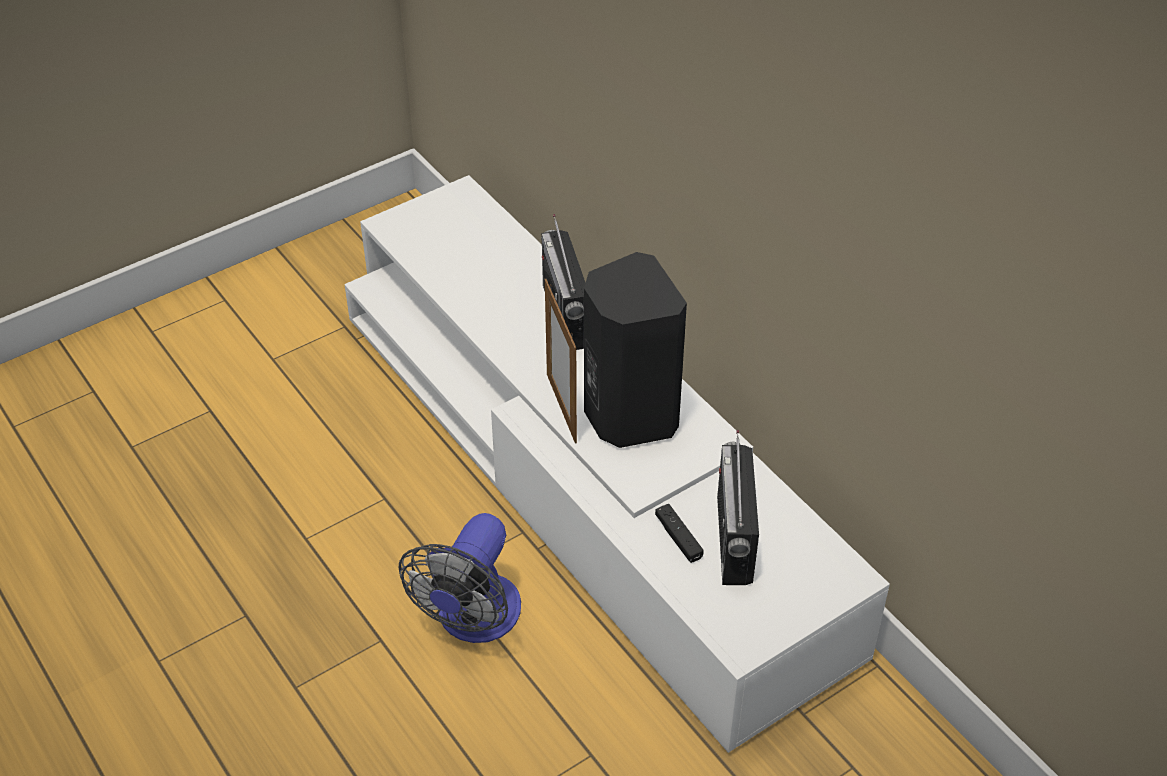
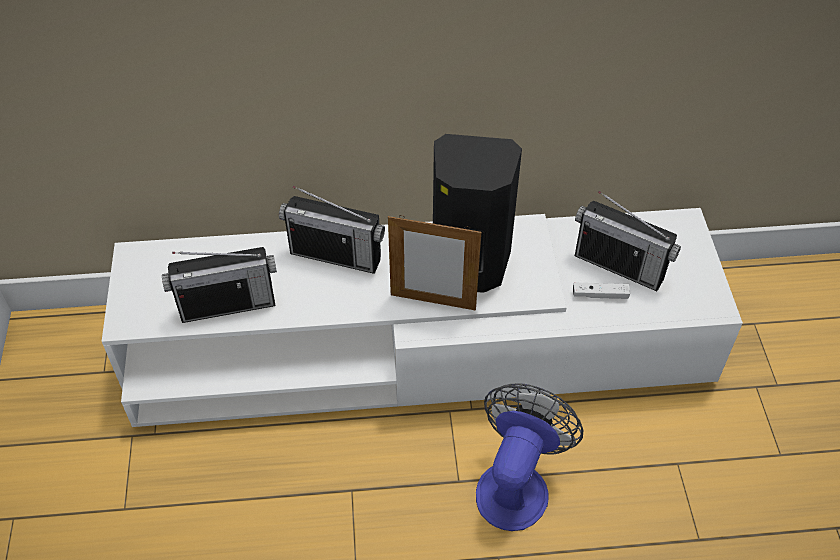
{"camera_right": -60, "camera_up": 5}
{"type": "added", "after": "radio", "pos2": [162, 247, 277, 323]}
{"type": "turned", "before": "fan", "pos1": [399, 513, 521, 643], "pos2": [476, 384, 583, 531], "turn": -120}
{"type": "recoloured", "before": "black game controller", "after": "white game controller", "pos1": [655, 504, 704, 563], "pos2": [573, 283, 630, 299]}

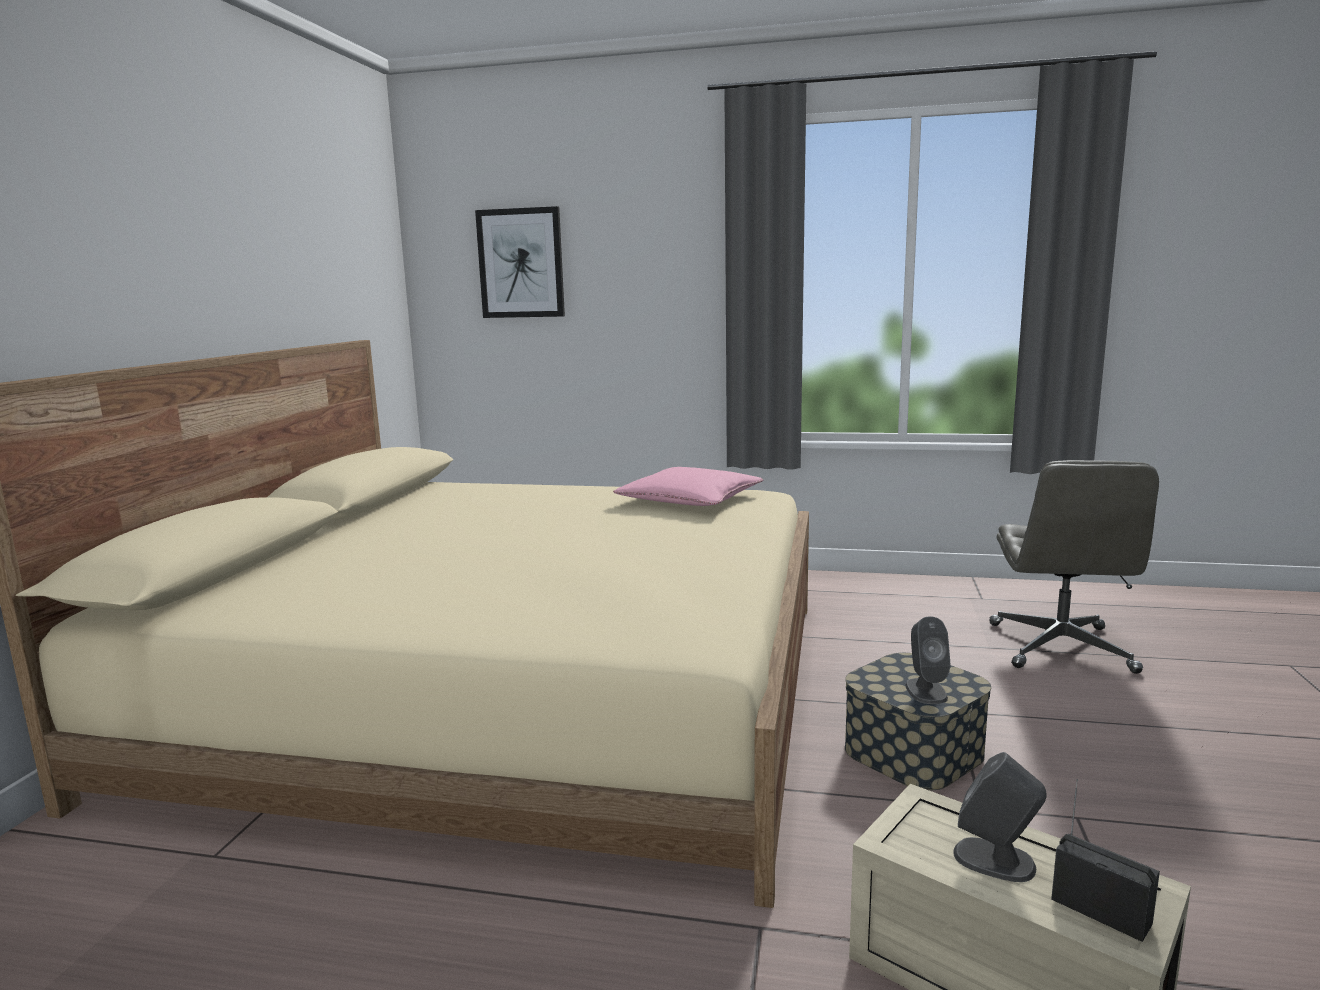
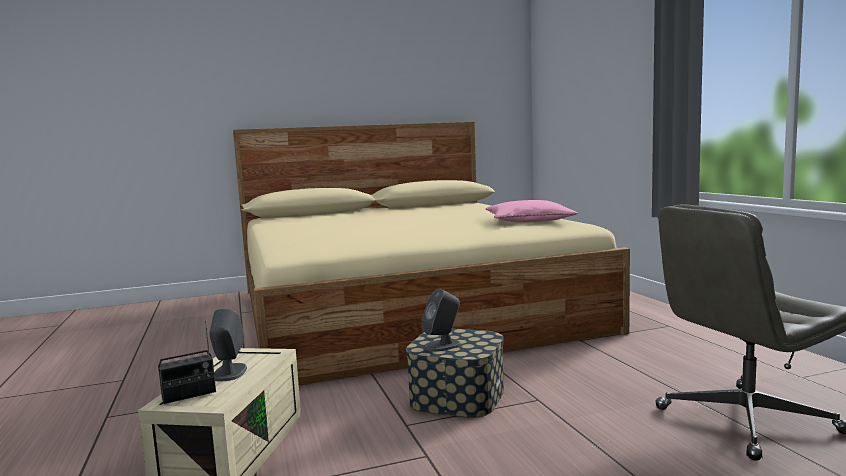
{"camera_right": 60, "camera_up": -5}
{"type": "turned", "before": "radio", "pos1": [1051, 779, 1160, 942], "pos2": [158, 321, 216, 404], "turn": 45}
{"type": "removed", "before": "picture", "pos1": [475, 206, 565, 318]}

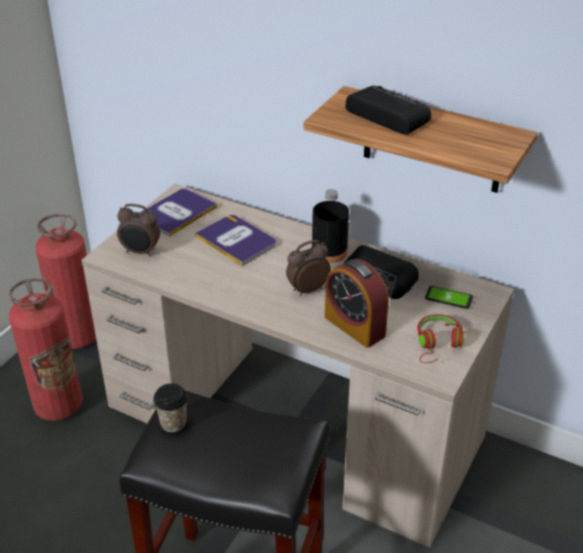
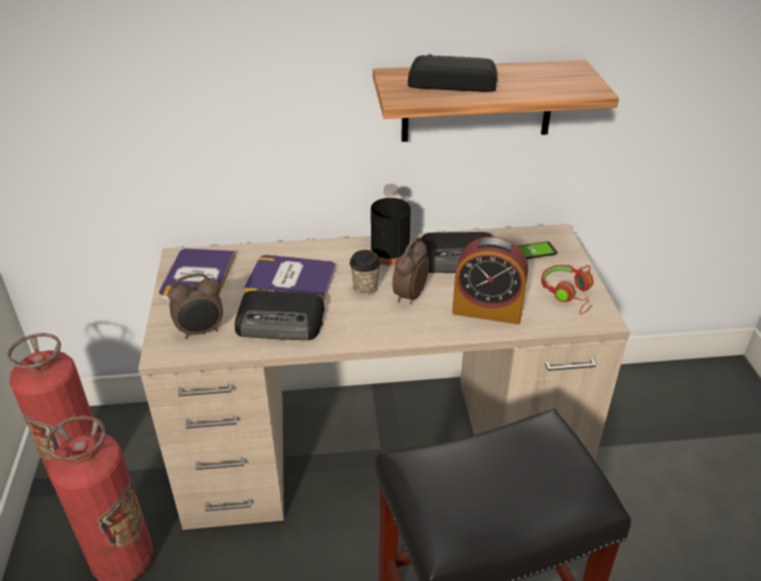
{"camera_right": -35, "camera_up": 0}
{"type": "added", "after": "radio", "pos2": [235, 290, 325, 340]}
{"type": "moved", "before": "cup", "pos1": [153, 383, 188, 432], "pos2": [350, 250, 381, 296]}

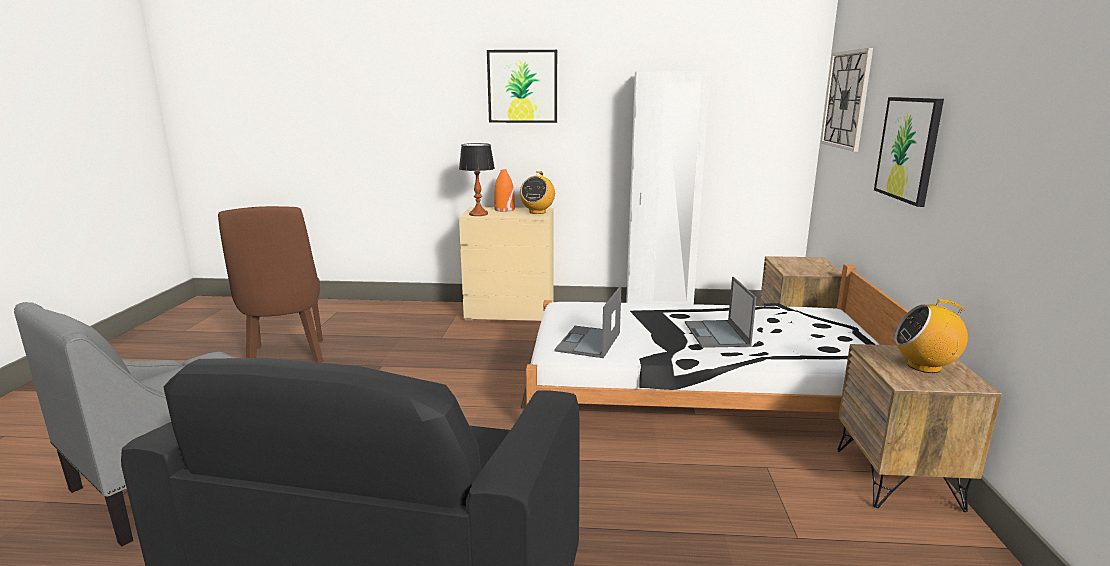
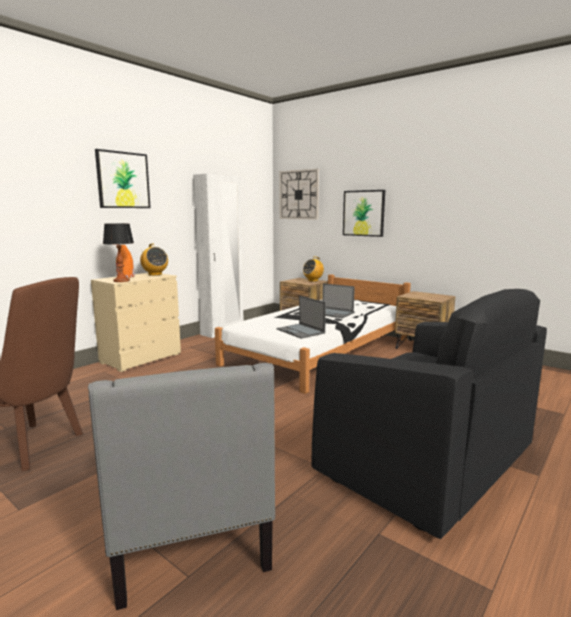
{"camera_right": -55, "camera_up": -5}
{"type": "moved", "before": "radio", "pos1": [894, 299, 968, 373], "pos2": [303, 257, 324, 282]}

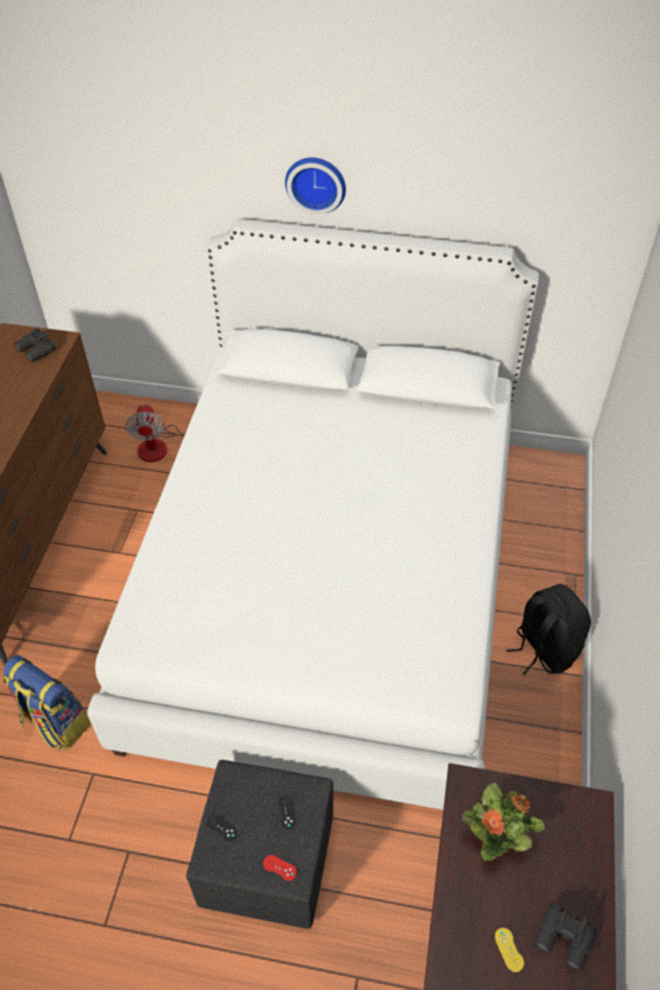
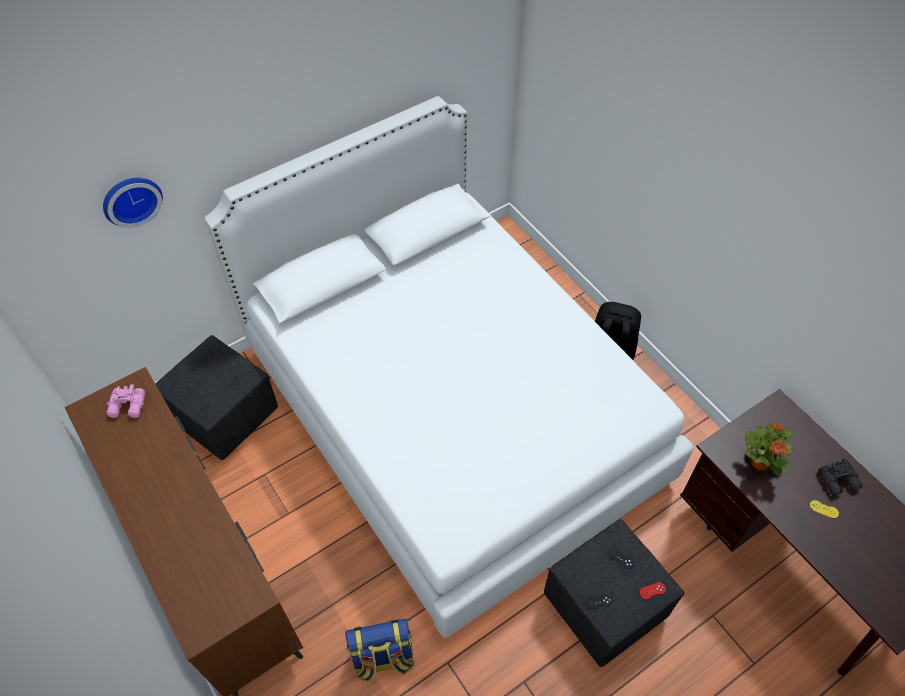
{"camera_right": -45, "camera_up": 5}
{"type": "moved", "before": "wall clock", "pos1": [285, 158, 346, 214], "pos2": [103, 178, 163, 228]}
{"type": "recoloured", "before": "black binoculars", "after": "pink binoculars", "pos1": [14, 328, 56, 362], "pos2": [106, 384, 145, 418]}
{"type": "replaced", "before": "fan", "after": "black ottoman", "pos1": [125, 394, 201, 462], "pos2": [155, 335, 278, 460]}

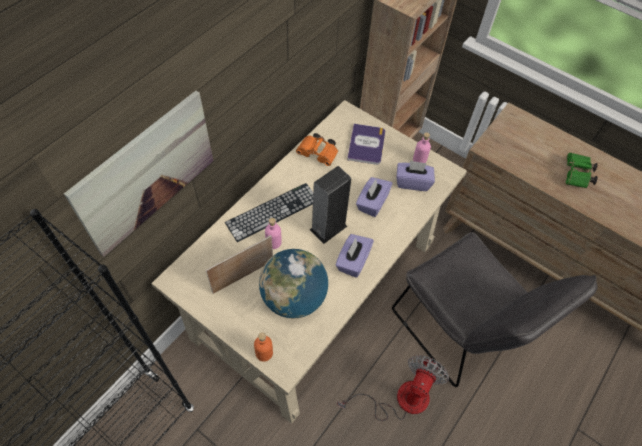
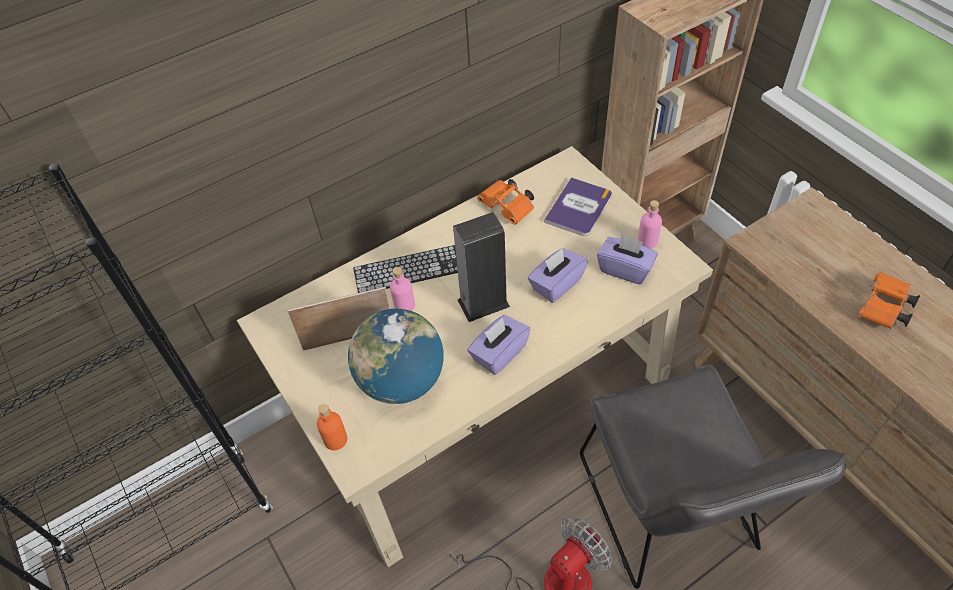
{"camera_right": 25, "camera_up": -5}
{"type": "recoloured", "before": "green binoculars", "after": "orange binoculars", "pos1": [566, 153, 598, 188], "pos2": [858, 272, 920, 329]}
{"type": "removed", "before": "picture", "pos1": [64, 91, 213, 257]}

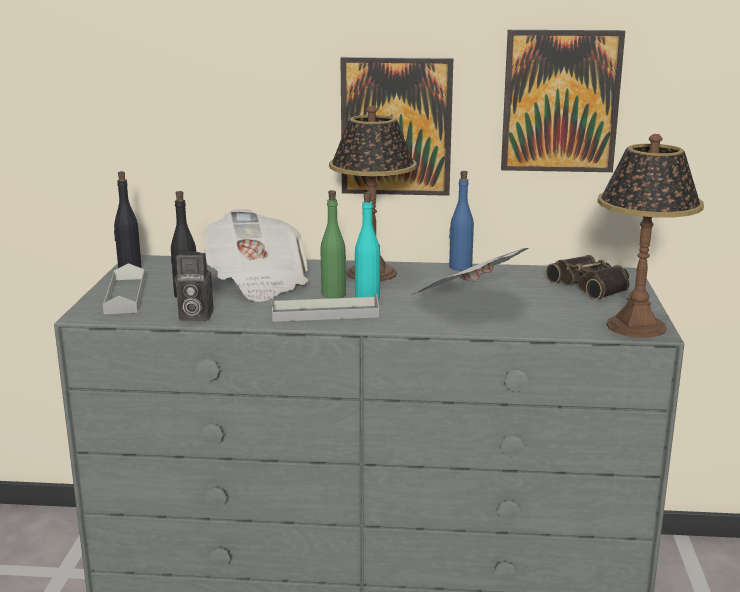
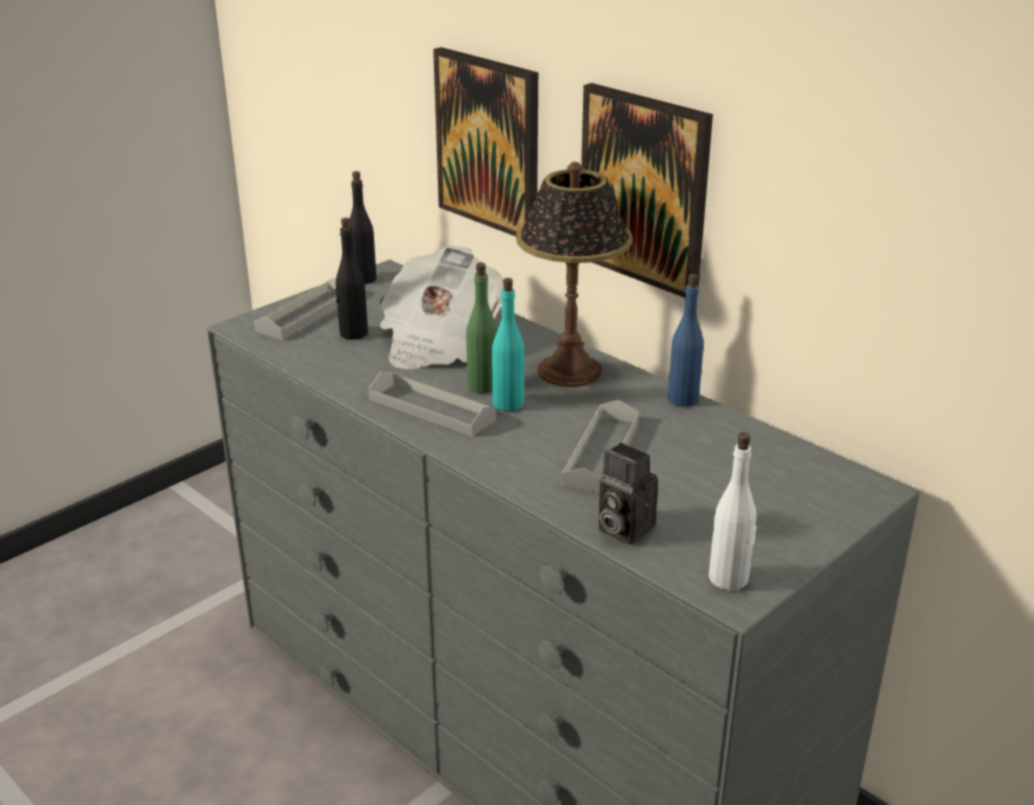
{"camera_right": 40, "camera_up": 10}
{"type": "moved", "before": "picture", "pos1": [501, 30, 625, 172], "pos2": [433, 47, 538, 236]}
{"type": "replaced", "before": "newspaper", "after": "grey tray", "pos1": [413, 248, 529, 294], "pos2": [561, 400, 639, 493]}
{"type": "moved", "before": "photo camera", "pos1": [175, 252, 213, 321], "pos2": [598, 443, 658, 545]}
{"type": "replaced", "before": "table lamp", "after": "white bottle", "pos1": [598, 134, 704, 338], "pos2": [709, 432, 756, 590]}
{"type": "removed", "before": "binoculars", "pos1": [546, 255, 629, 300]}

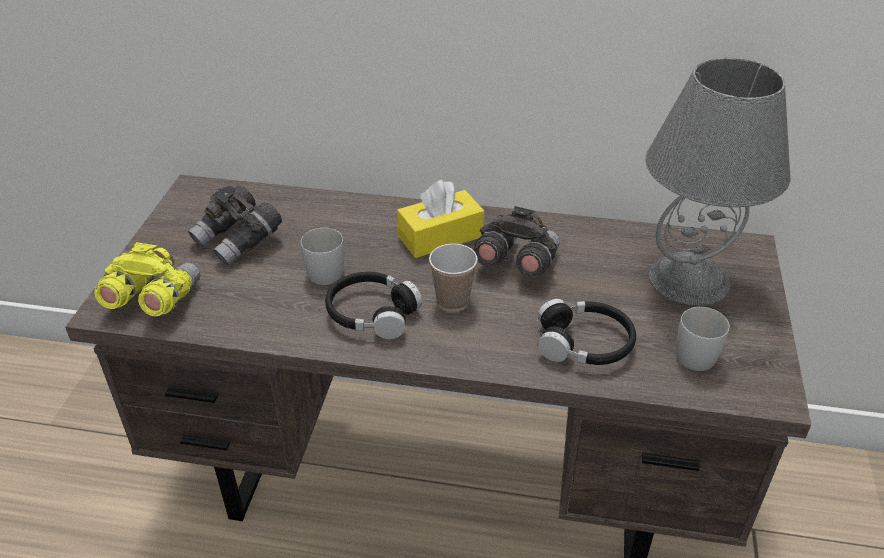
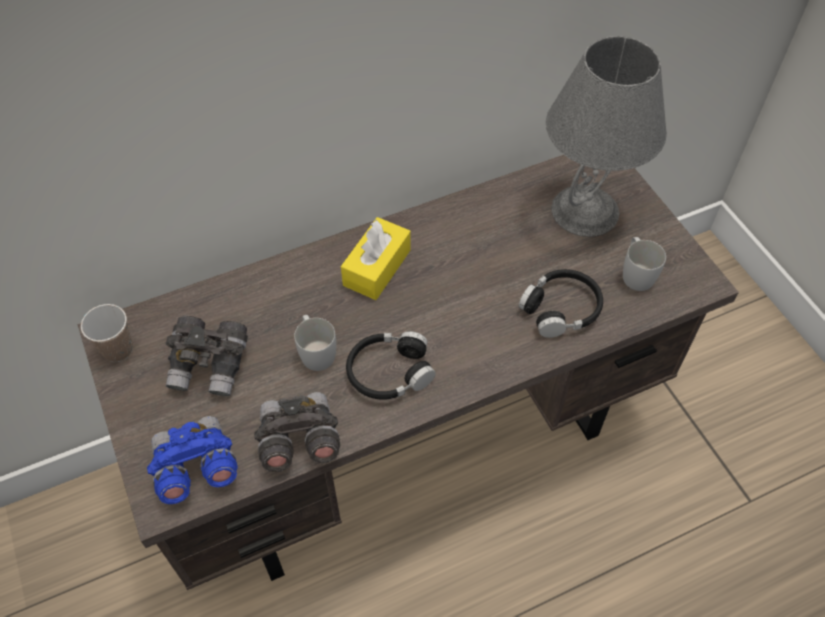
{"camera_right": -35, "camera_up": 15}
{"type": "moved", "before": "cup", "pos1": [429, 243, 478, 311], "pos2": [81, 304, 133, 362]}
{"type": "recoloured", "before": "yellow binoculars", "after": "blue binoculars", "pos1": [94, 242, 200, 316], "pos2": [147, 416, 238, 504]}
{"type": "moved", "before": "grey binoculars", "pos1": [473, 206, 560, 277], "pos2": [254, 392, 340, 472]}

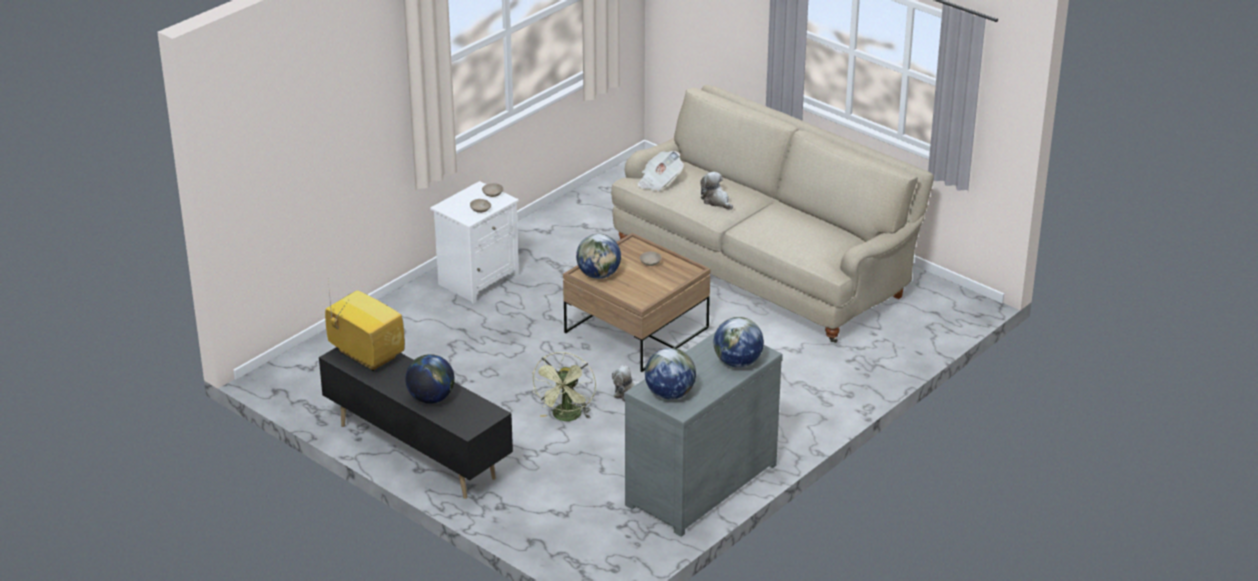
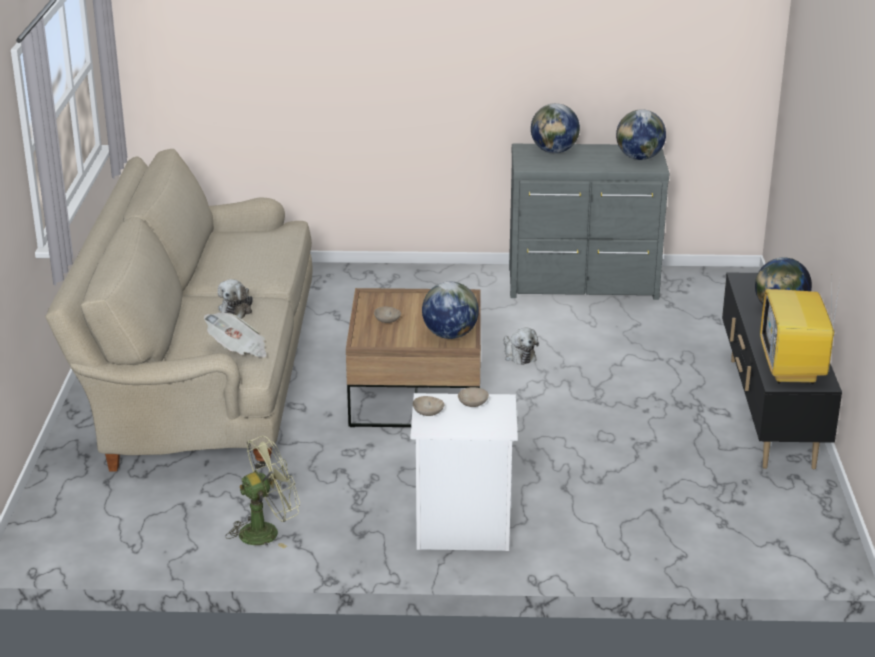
{"camera_right": -130, "camera_up": -5}
{"type": "moved", "before": "green fan", "pos1": [532, 352, 596, 421], "pos2": [226, 436, 300, 548]}

